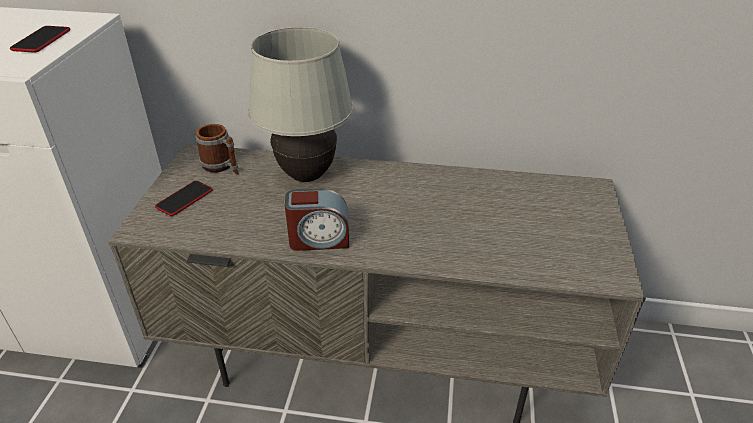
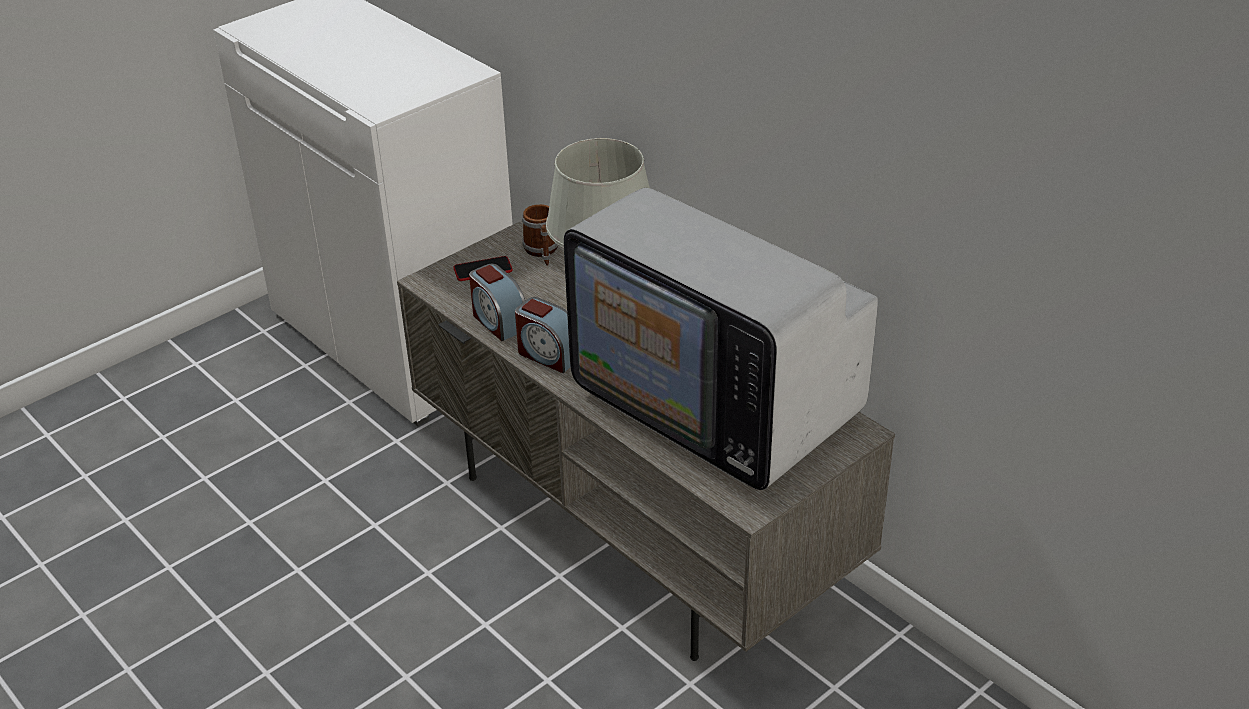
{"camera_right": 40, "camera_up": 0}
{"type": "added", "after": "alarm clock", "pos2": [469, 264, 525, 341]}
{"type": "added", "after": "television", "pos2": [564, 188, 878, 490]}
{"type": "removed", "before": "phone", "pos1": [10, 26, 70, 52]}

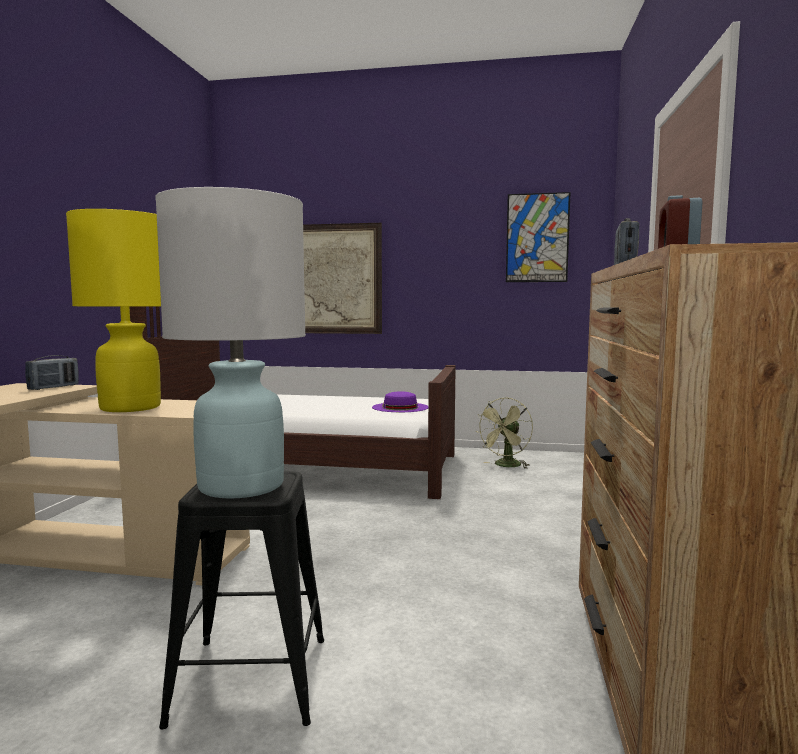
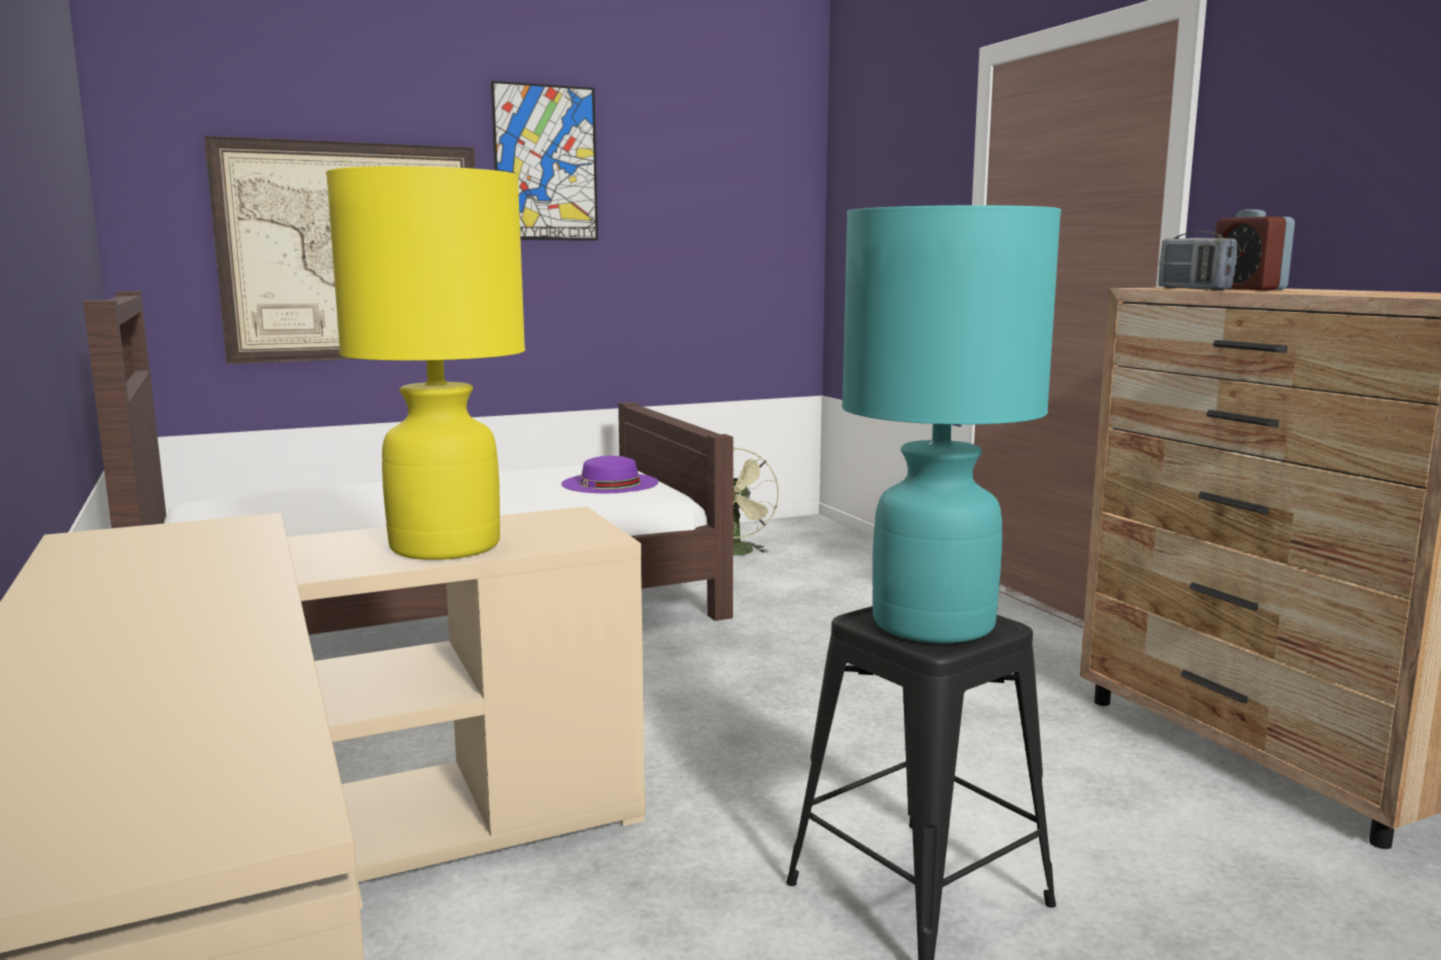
{"camera_right": -35, "camera_up": 5}
{"type": "moved", "before": "picture", "pos1": [506, 192, 570, 282], "pos2": [491, 81, 598, 241]}
{"type": "recoloured", "before": "white table lamp", "after": "turquoise table lamp", "pos1": [155, 187, 306, 498], "pos2": [842, 205, 1061, 643]}
{"type": "removed", "before": "radio", "pos1": [25, 355, 78, 390]}

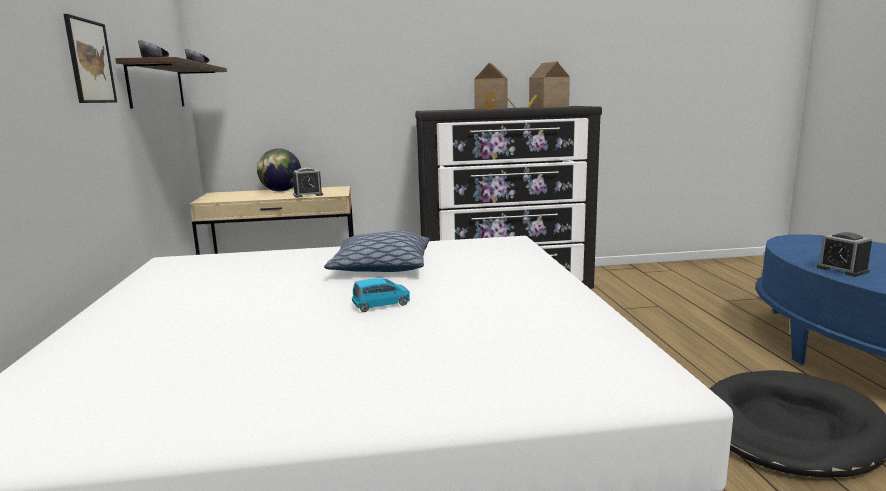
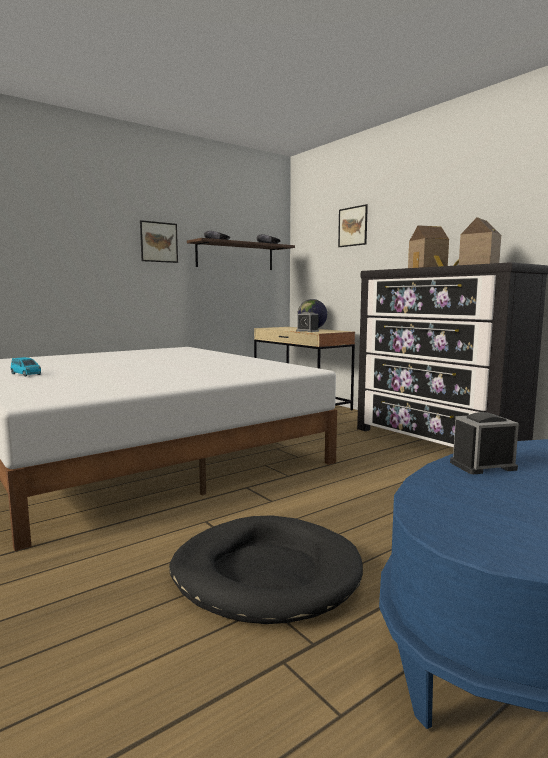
{"camera_right": 60, "camera_up": -5}
{"type": "moved", "before": "blue toy car", "pos1": [352, 278, 410, 312], "pos2": [11, 357, 41, 377]}
{"type": "added", "after": "picture", "pos2": [338, 204, 368, 247]}
{"type": "turned", "before": "alarm clock", "pos1": [817, 232, 872, 277], "pos2": [450, 412, 519, 474], "turn": 45}
{"type": "removed", "before": "pillow", "pos1": [324, 231, 430, 272]}

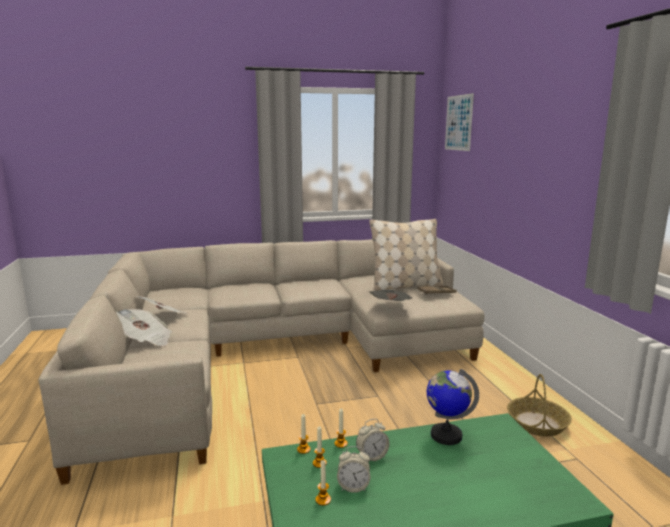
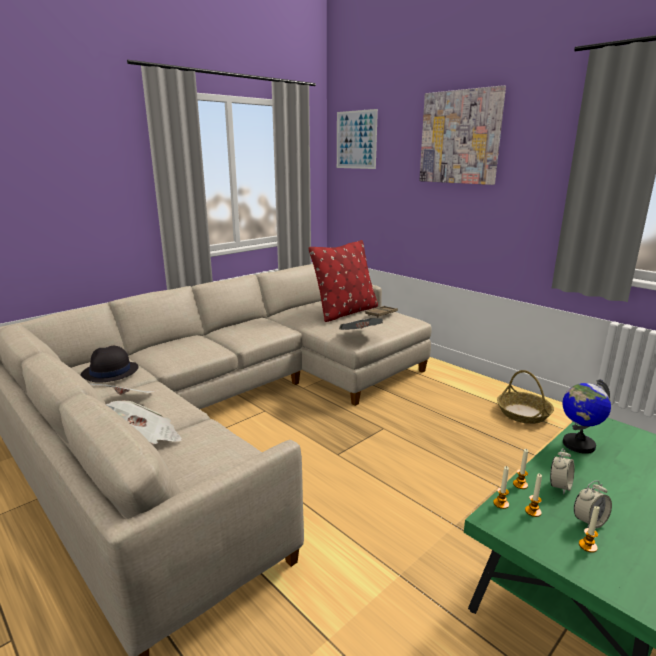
{"camera_right": -30, "camera_up": 5}
{"type": "added", "after": "black hat", "pos2": [80, 346, 139, 383]}
{"type": "recoloured", "before": "beige pillow", "after": "red pillow", "pos1": [369, 219, 443, 291], "pos2": [308, 240, 378, 322]}
{"type": "added", "after": "picture", "pos2": [419, 85, 506, 185]}

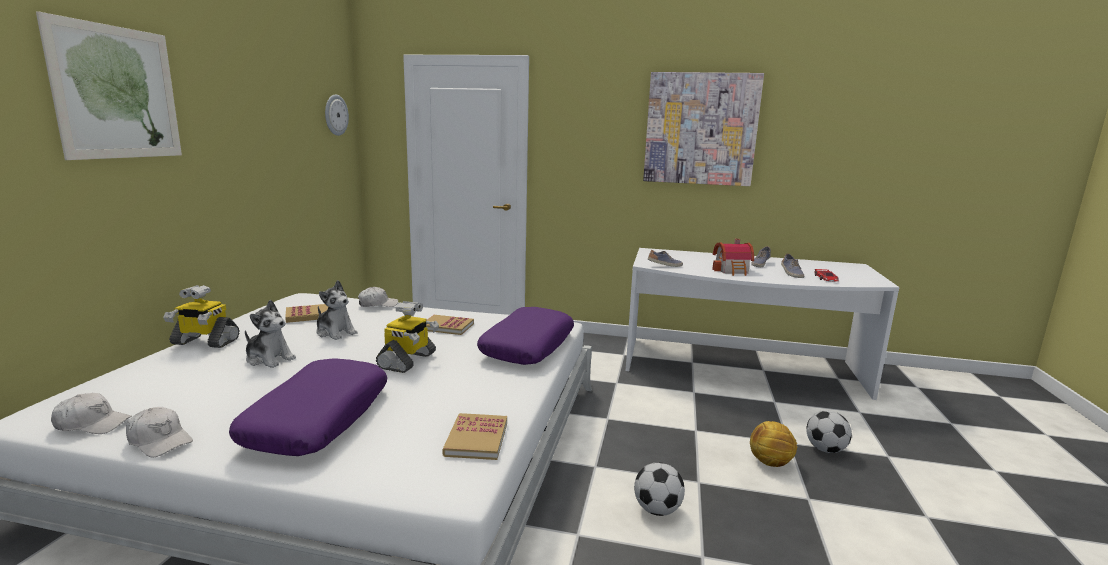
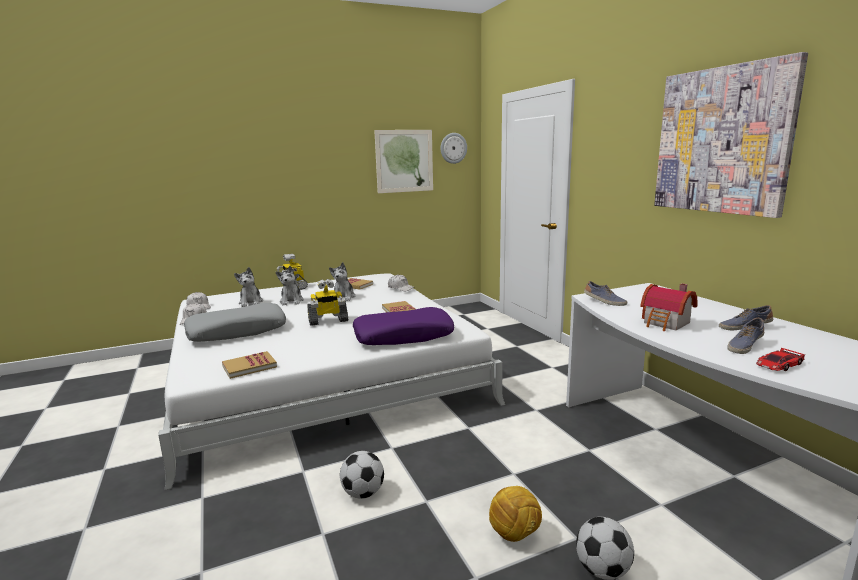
{"camera_right": 55, "camera_up": 0}
{"type": "recoloured", "before": "purple pillow", "after": "grey pillow", "pos1": [229, 358, 387, 456], "pos2": [184, 303, 286, 342]}
{"type": "added", "after": "plush toy", "pos2": [234, 267, 263, 307]}
{"type": "moved", "before": "picture", "pos1": [36, 11, 182, 160], "pos2": [374, 130, 433, 193]}

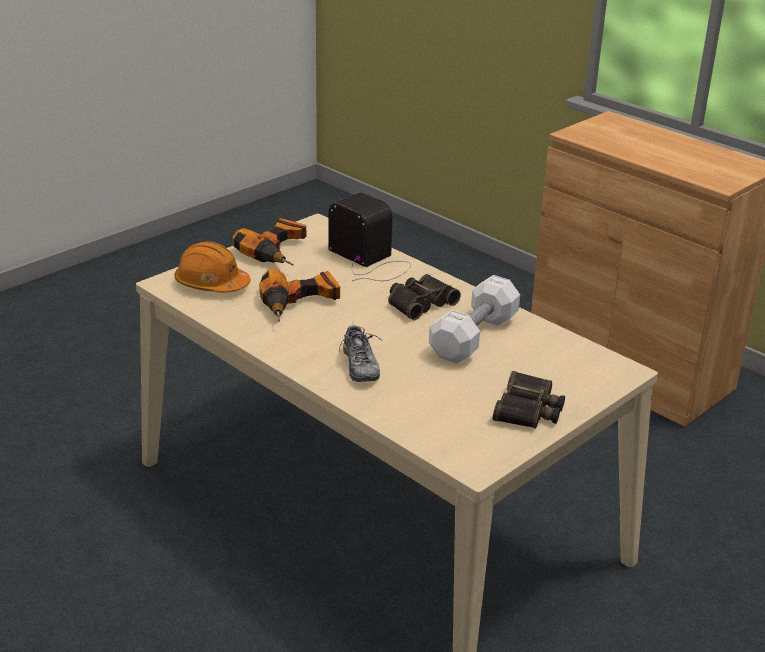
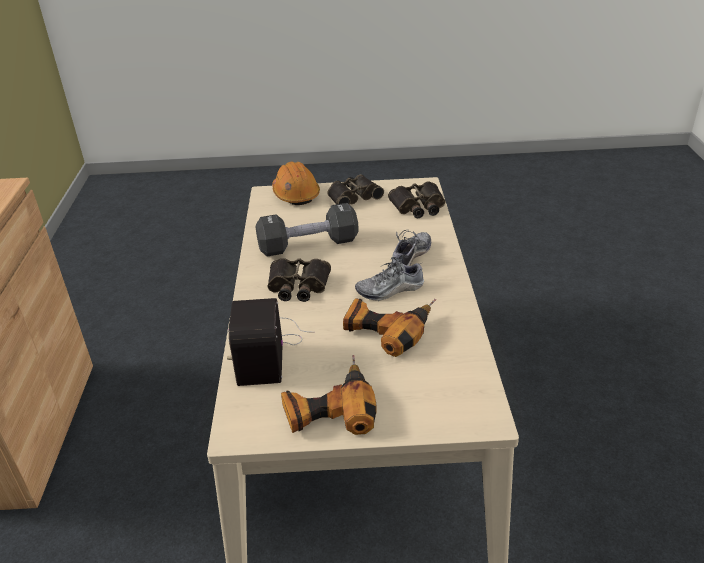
{"camera_right": -135, "camera_up": 5}
{"type": "recoloured", "before": "white dumbbell", "after": "black dumbbell", "pos1": [429, 275, 520, 364], "pos2": [256, 203, 359, 257]}
{"type": "moved", "before": "orange hard hat", "pos1": [174, 241, 251, 293], "pos2": [272, 162, 320, 205]}
{"type": "added", "after": "shoe", "pos2": [355, 257, 424, 301]}
{"type": "added", "after": "binoculars", "pos2": [388, 181, 445, 218]}

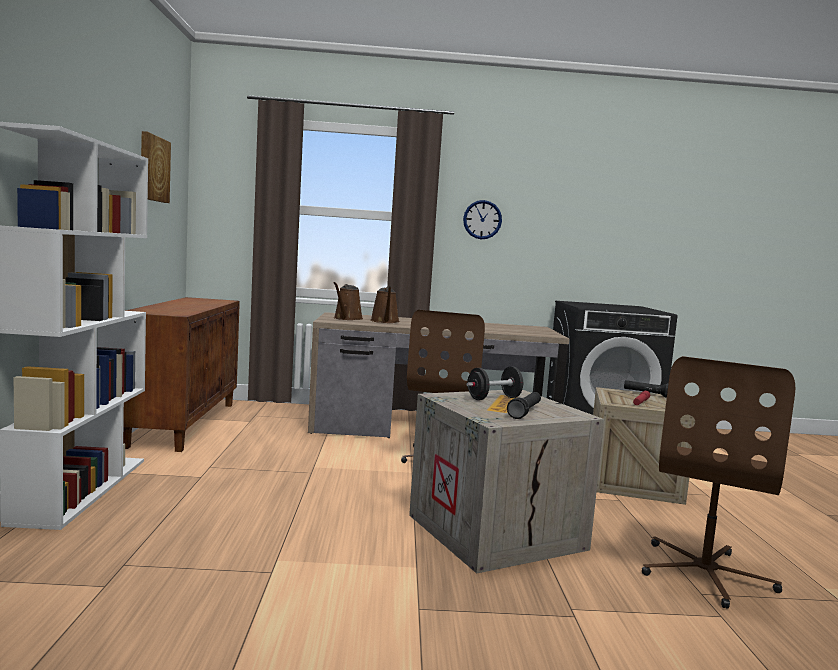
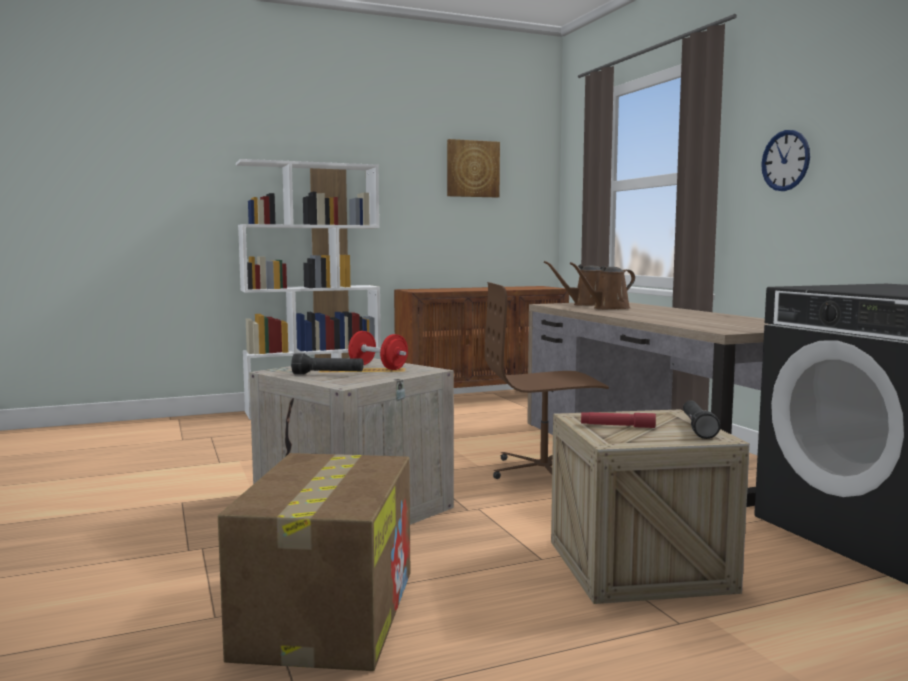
{"camera_right": 70, "camera_up": 0}
{"type": "replaced", "before": "brown office chair", "after": "cardboard box", "pos1": [642, 356, 795, 609], "pos2": [218, 453, 410, 671]}
{"type": "recoloured", "before": "black dumbbell", "after": "red dumbbell", "pos1": [467, 366, 523, 400], "pos2": [348, 331, 408, 370]}

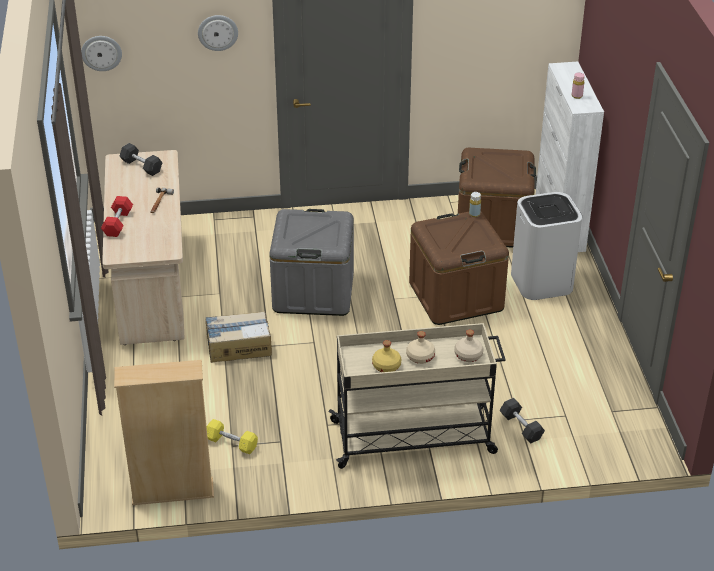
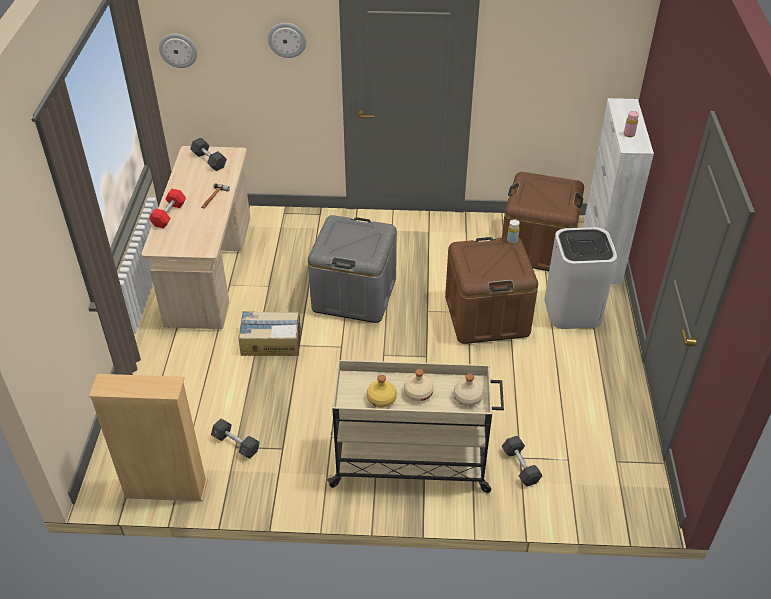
{"camera_right": 10, "camera_up": 5}
{"type": "recoloured", "before": "yellow dumbbell", "after": "grey dumbbell", "pos1": [206, 419, 258, 454], "pos2": [211, 419, 260, 459]}

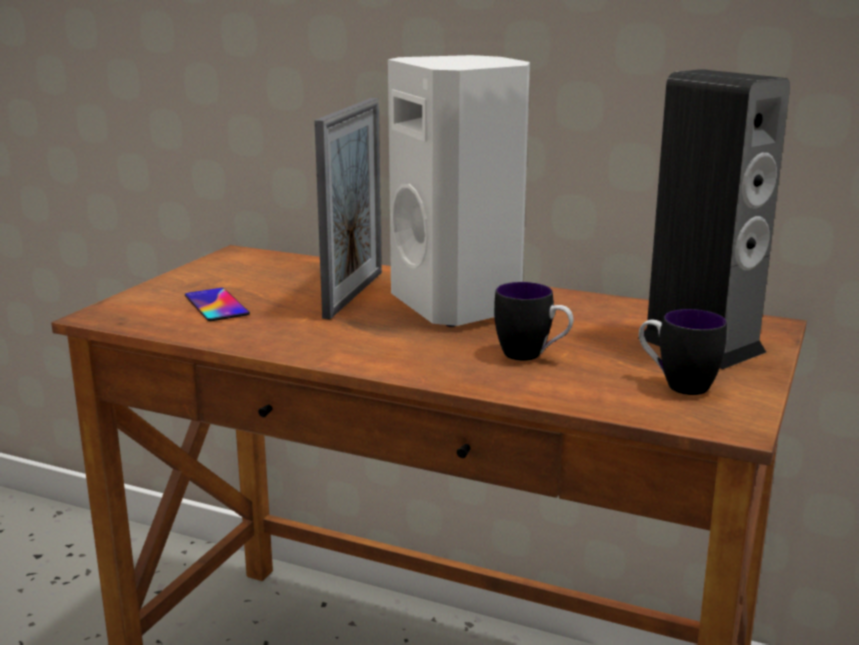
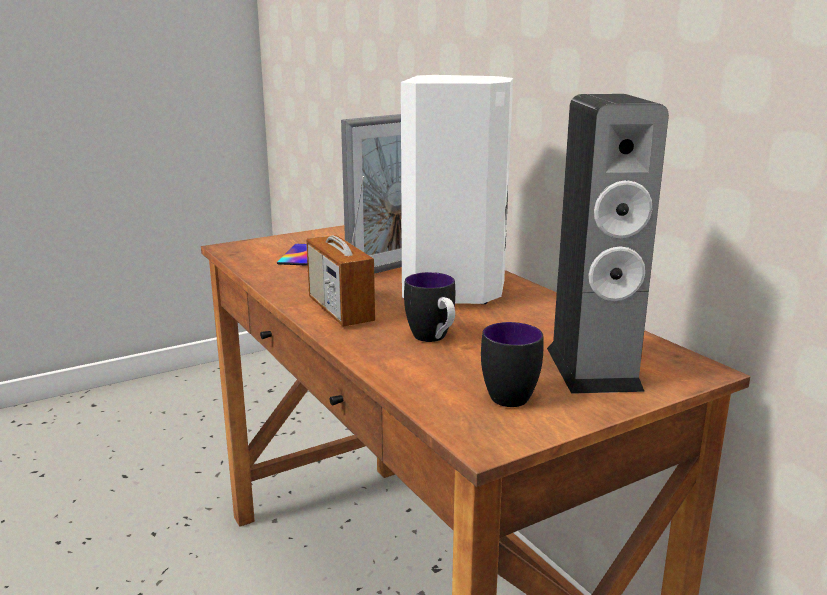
{"camera_right": 35, "camera_up": 0}
{"type": "added", "after": "radio", "pos2": [306, 176, 375, 326]}

